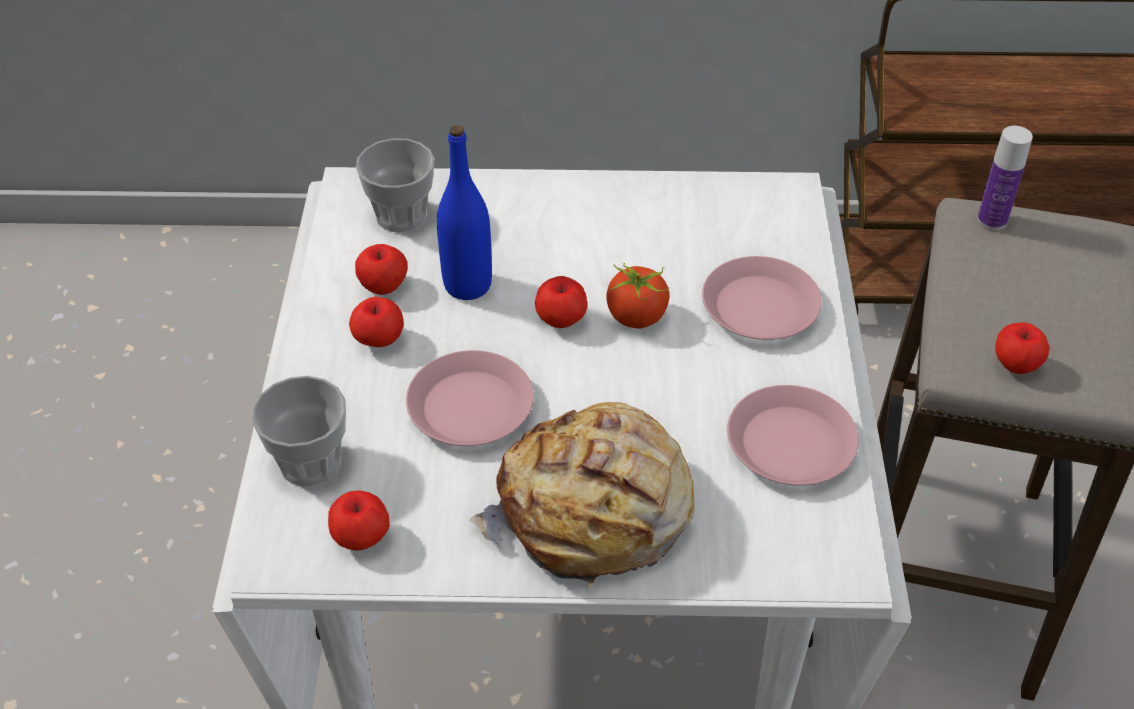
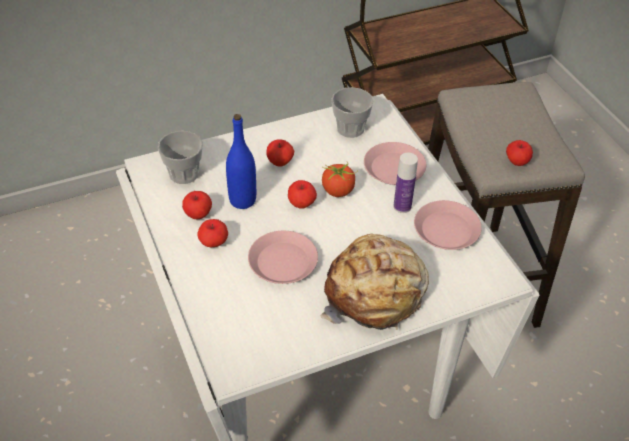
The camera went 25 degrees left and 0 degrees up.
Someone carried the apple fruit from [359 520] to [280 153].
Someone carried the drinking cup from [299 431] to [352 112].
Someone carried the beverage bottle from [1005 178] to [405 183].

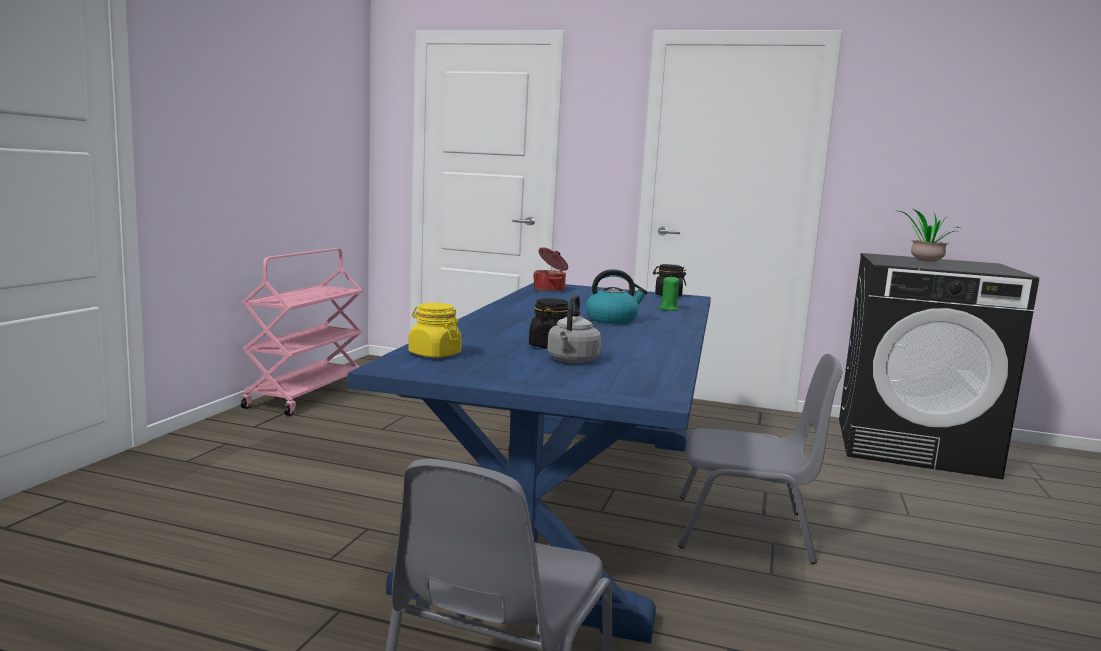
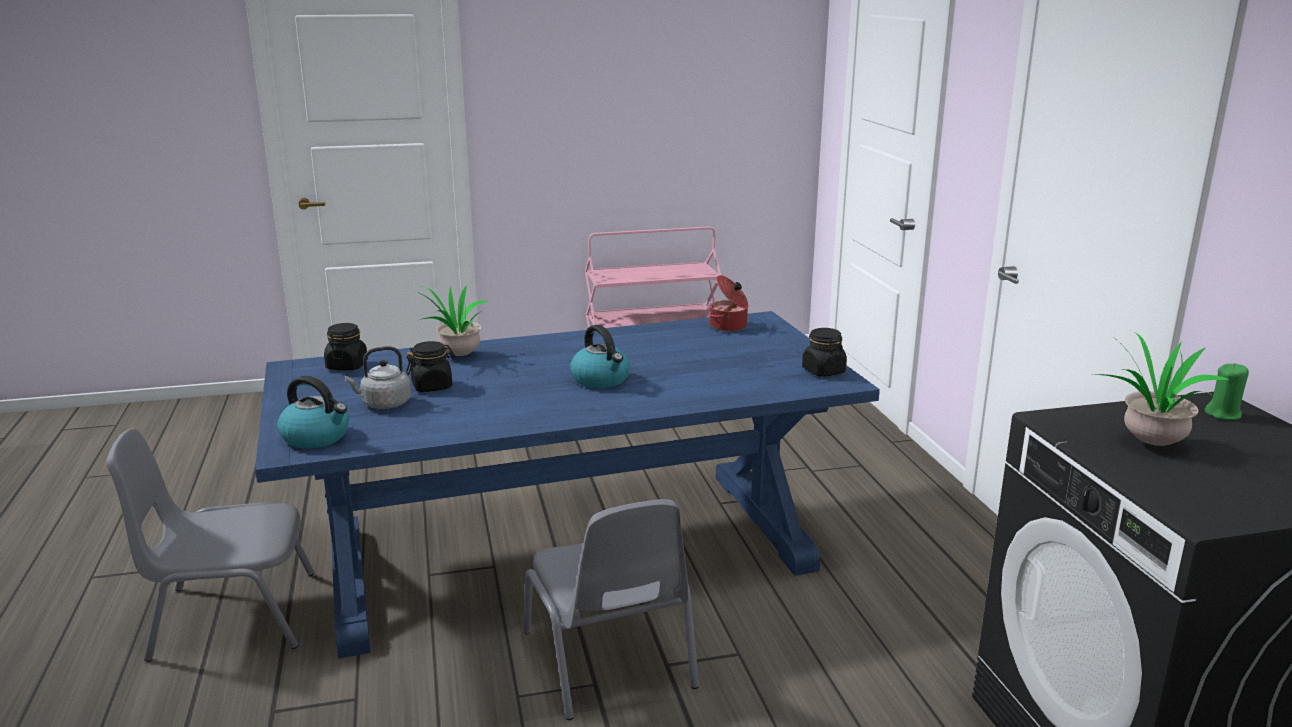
The camera went 60 degrees right and 10 degrees up.
Someone put down the kettle at [313 412].
Someone repainted the yellow-coloured preserve jar at [434 330], which became the black-coloured preserve jar at [346 346].
Someone put down the houseplant at [455 320].
Someone carried the green-coloured wax candle from [669 293] to [1226 391].

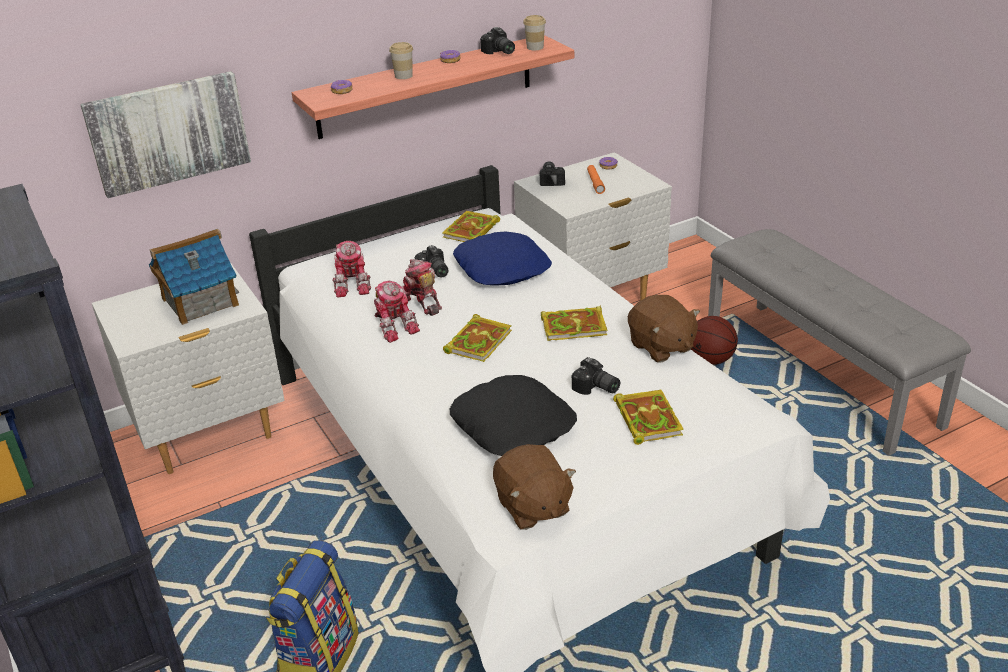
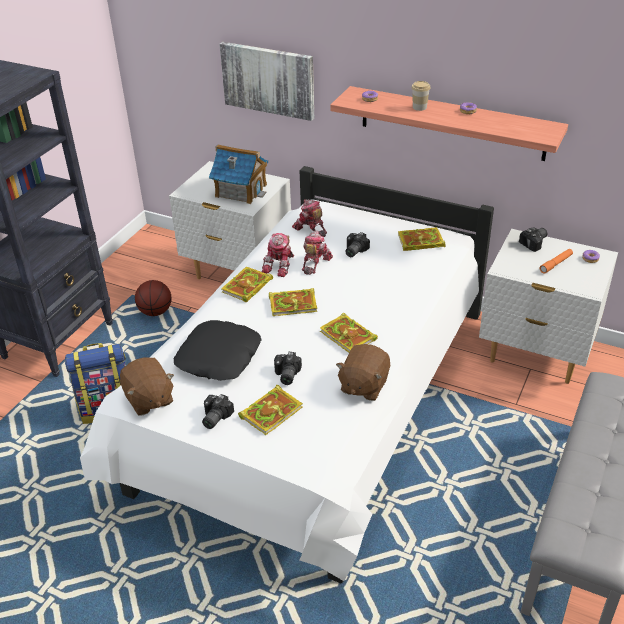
The camera went 55 degrees right and 5 degrees up.
Someone rotated the brown cuddly toy at [534 487] by 60 degrees counterclockwise.
Someone carried the basketball ball from [714 340] to [153 298].
Someone carried the photo camera from [497 40] to [218 411].
Someone put down the volume at [247 284].
Someone rotated the robot figure at [351 269] by 90 degrees clockwise.
Someone took away the bluish pillow at [502 258].
Someone took away the drinking cup at [534 32].

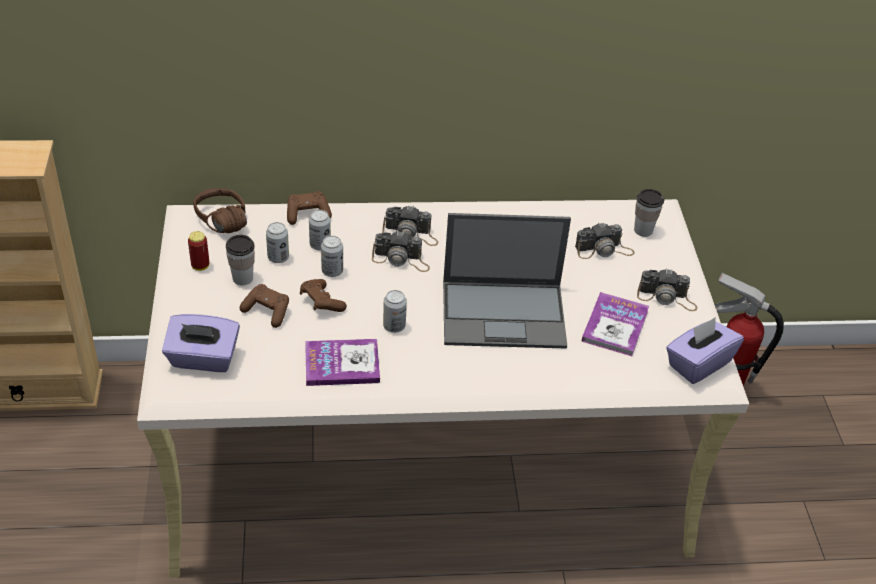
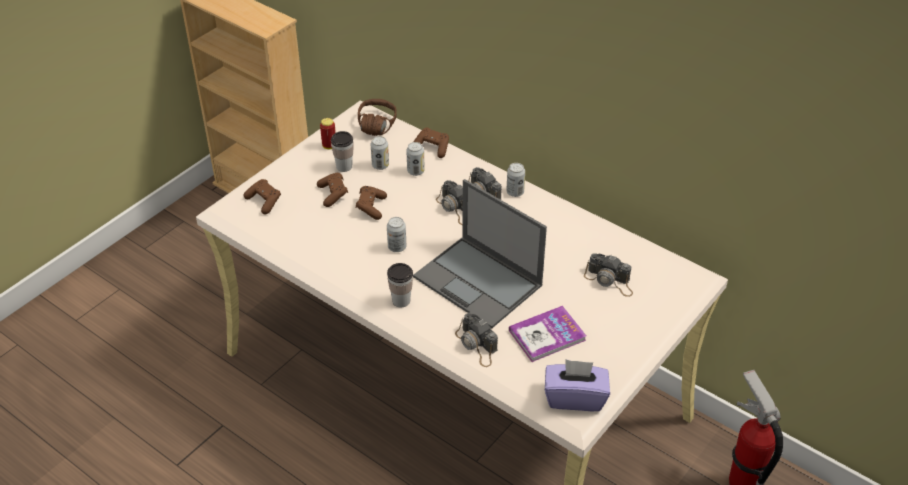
The camera went 45 degrees right and 0 degrees up.
Someone swapped the purple-coloured tissue box at [201 343] for the brown joypad at [262 196].
Someone carried the drinking cup from [649 213] to [400 285].
Someone carried the photo camera from [667 289] to [476 339].
Someone carried the metal can from [332 256] to [516 180].
Someone took away the volume at [342 362].

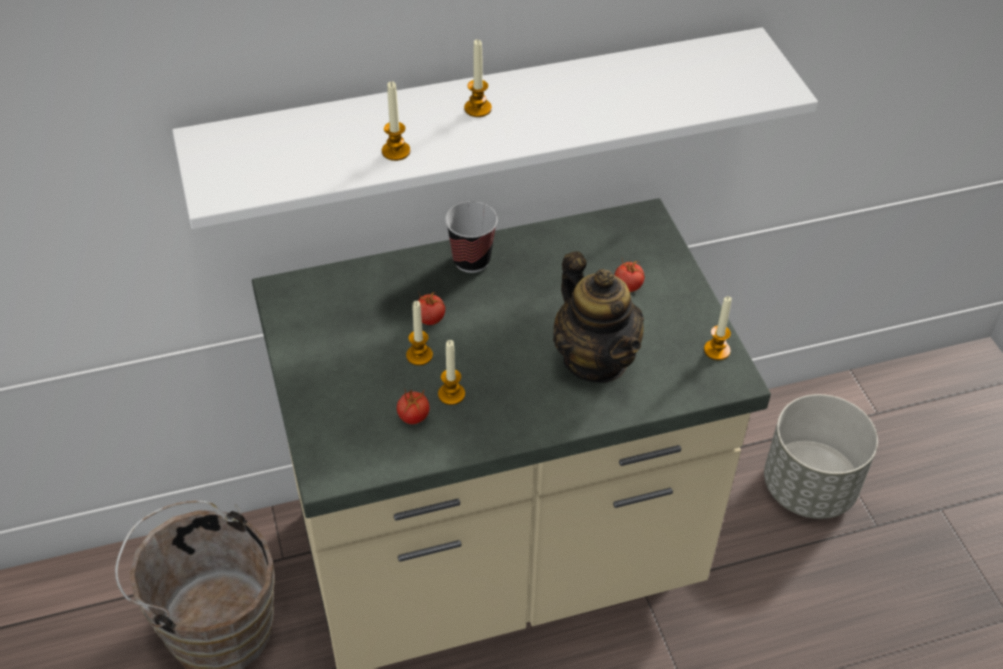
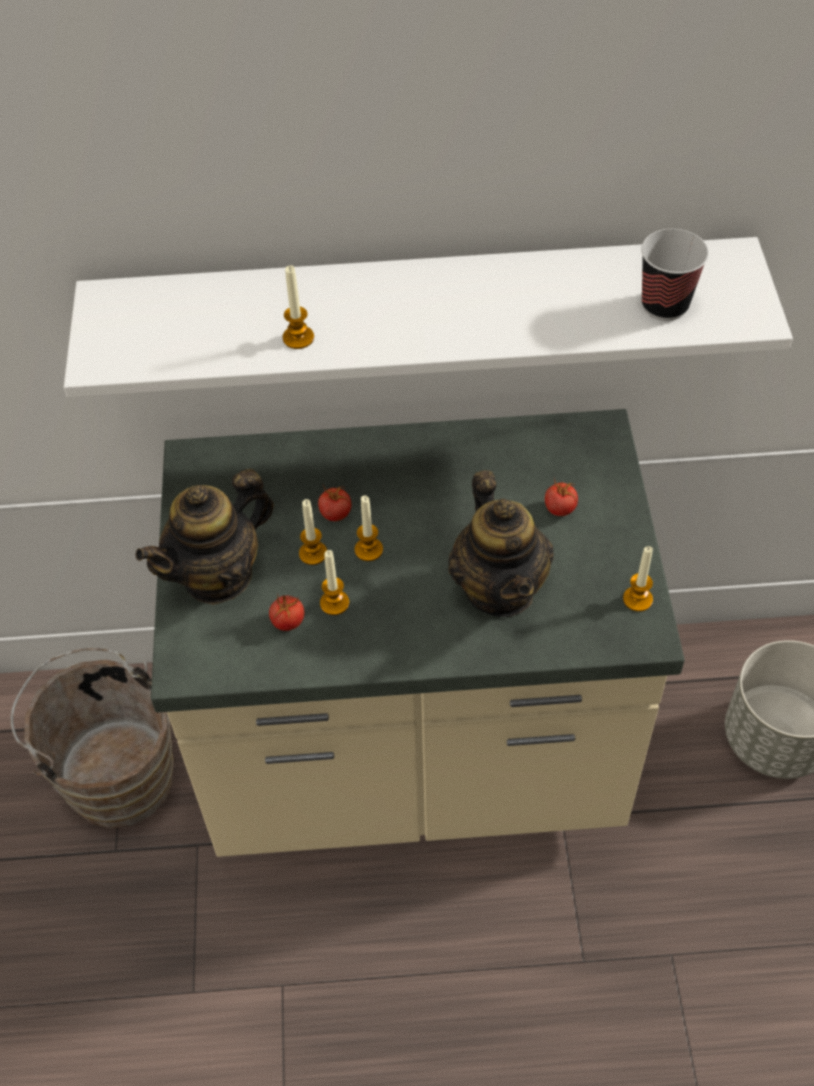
The camera went 15 degrees right and 5 degrees up.
Someone put down the teapot at [204 536].
Someone carried the wax candle from [478 78] to [368 528].
Someone carried the drinking cup from [471 237] to [675 275].

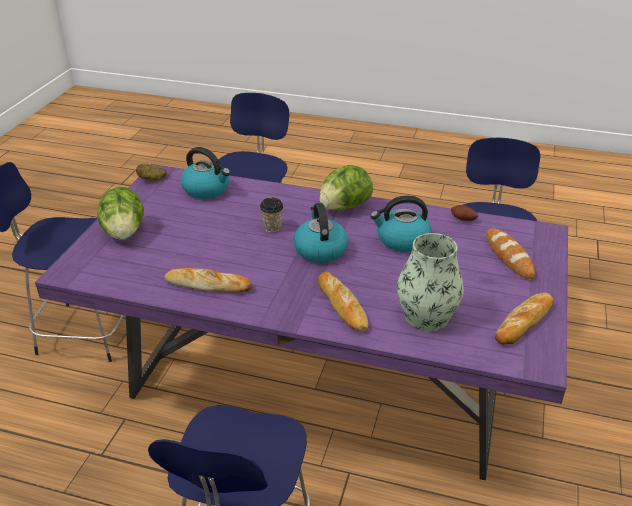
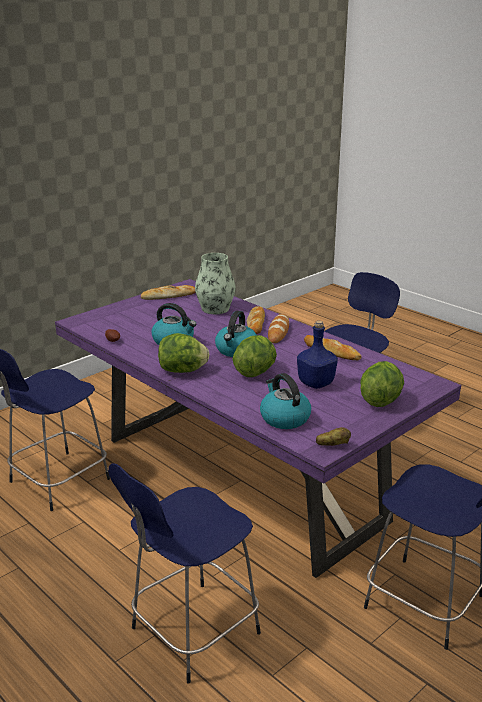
The camera went 150 degrees left and 10 degrees down.
Someone swapped the drinking cup at [271 215] for the lettuce head at [254 356].
Someone carried the baked bread from [510 253] to [278 328].
Someone put down the bluish beverage bottle at [317 355].

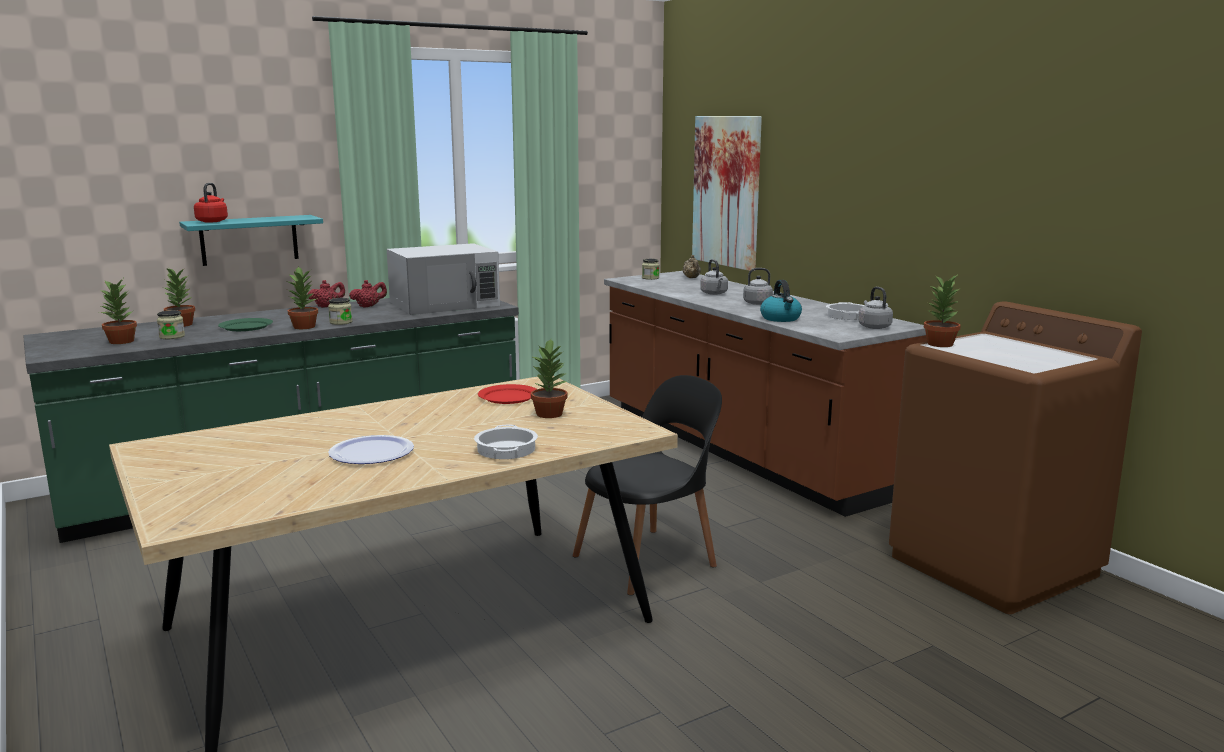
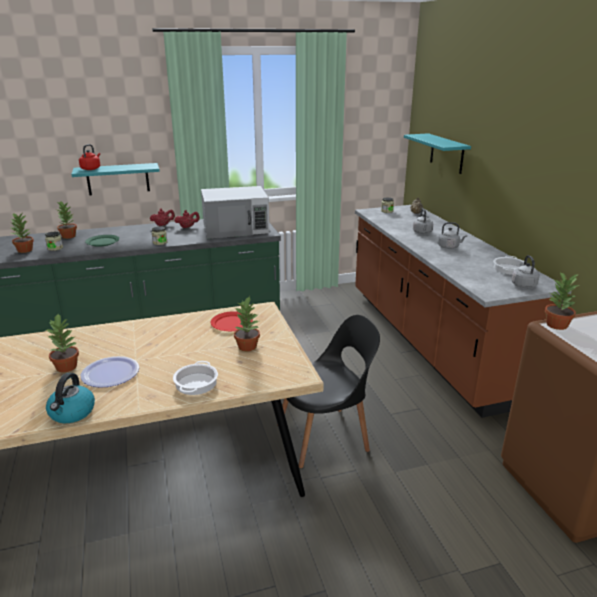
The camera went 15 degrees right and 10 degrees up.
Someone carried the houseplant from [303 297] to [62 343].
Someone carried the kettle from [781 301] to [70 398].
Someone swapped the picture at [727 193] for the turquoise-coloured shelf at [437 153].

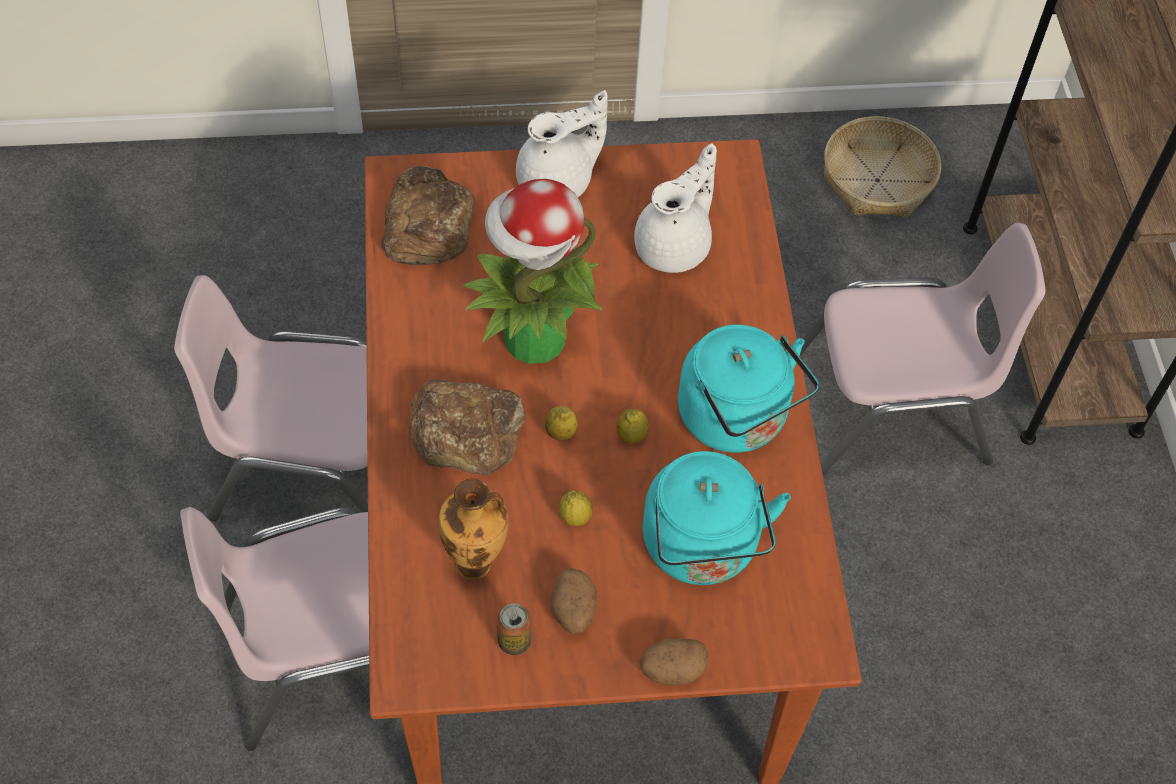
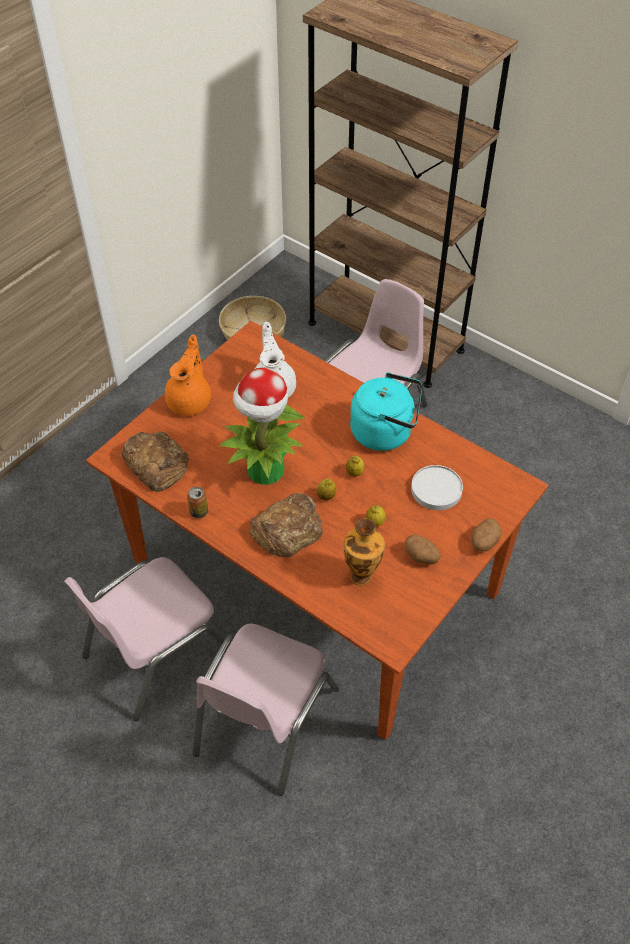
The camera went 45 degrees left and 5 degrees down.
Someone repainted the white teapot at [562 143], which became the orange teapot at [188 375].
Someone carried the metal can from [513 629] to [197 502].
Someone swapped the turquoise-coloured kettle at [717 518] for the white plate at [437 487].

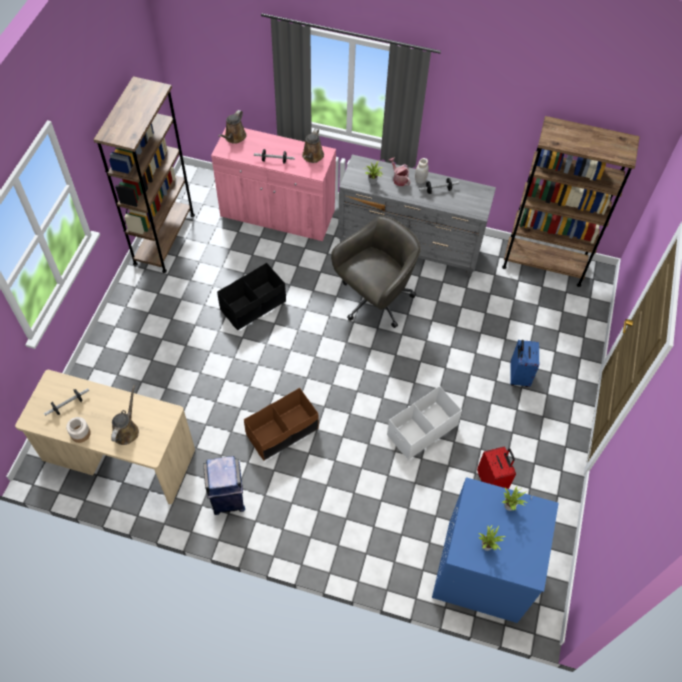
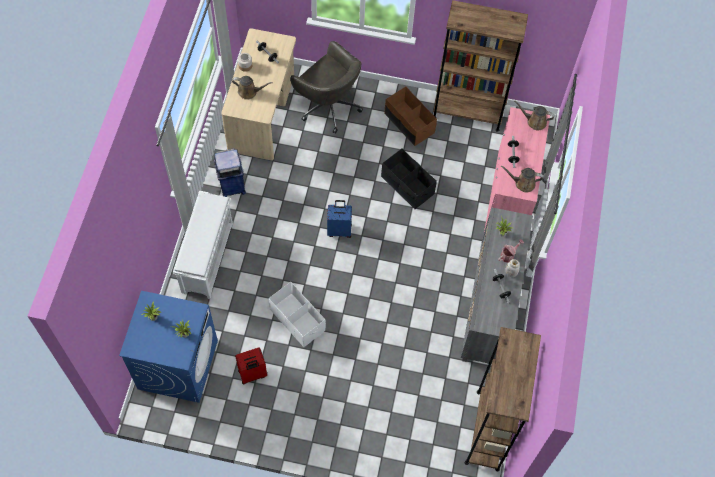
The camera went 85 degrees right and 5 degrees up.
Someone put down the white shoe shelf at [203 245].
Someone carried the gray computer chair from [376 272] to [326 87].
Someone carried the bluish travel case from [524 363] to [339 219].
Someone carried the brown storage bin from [281 424] to [411 116].

